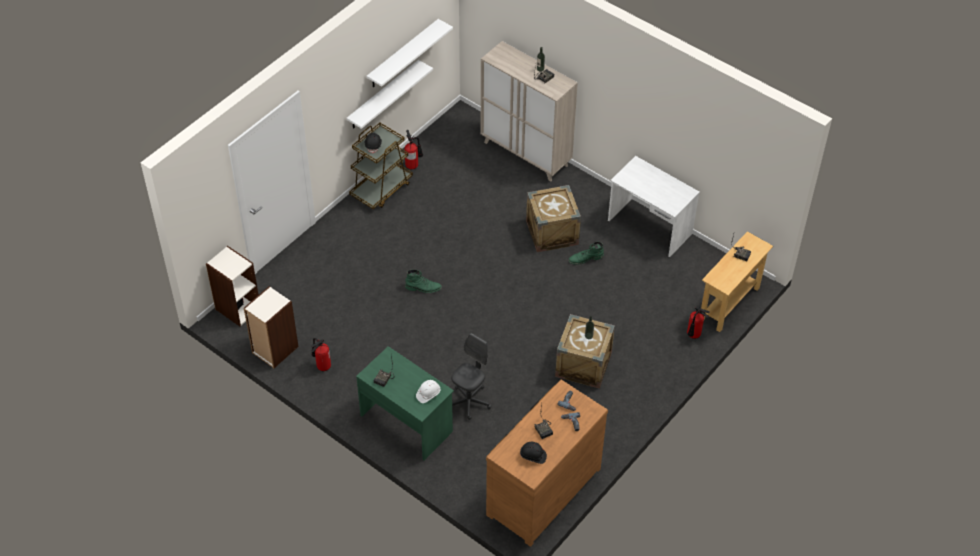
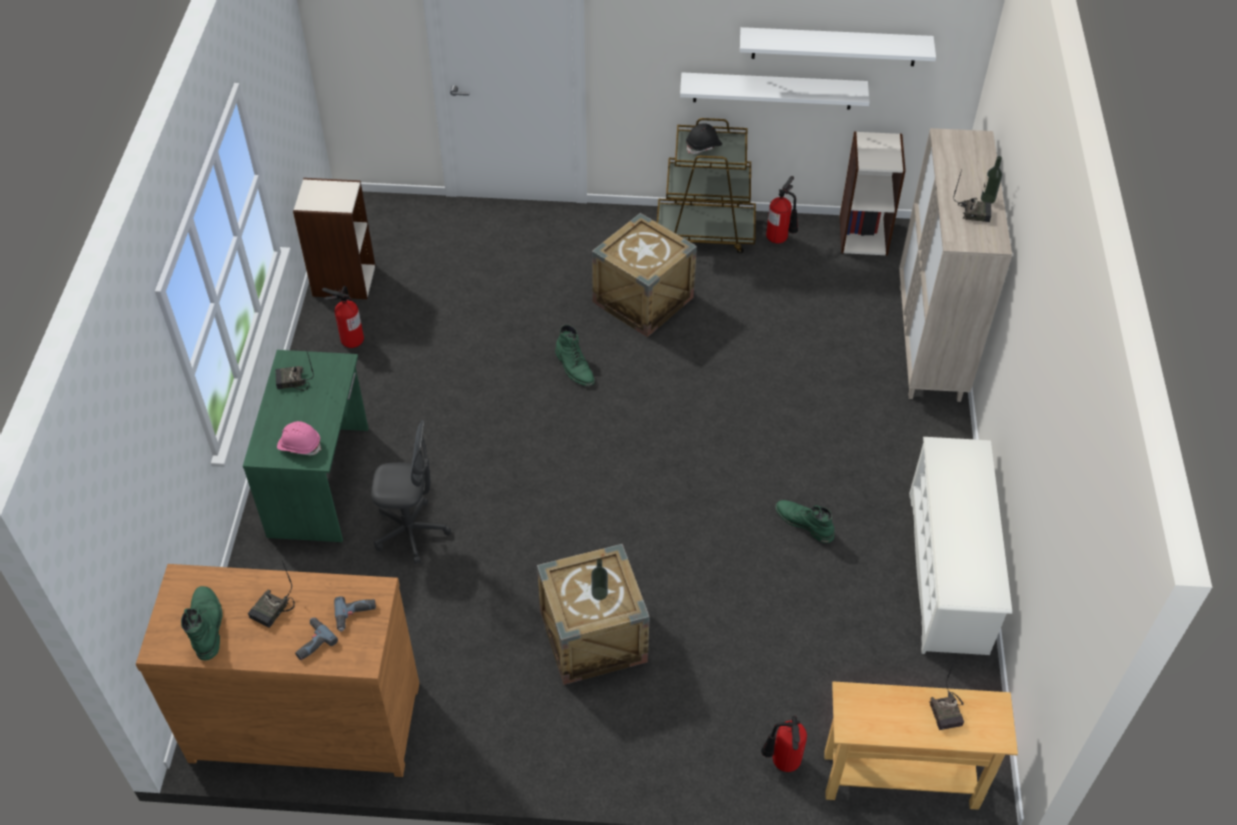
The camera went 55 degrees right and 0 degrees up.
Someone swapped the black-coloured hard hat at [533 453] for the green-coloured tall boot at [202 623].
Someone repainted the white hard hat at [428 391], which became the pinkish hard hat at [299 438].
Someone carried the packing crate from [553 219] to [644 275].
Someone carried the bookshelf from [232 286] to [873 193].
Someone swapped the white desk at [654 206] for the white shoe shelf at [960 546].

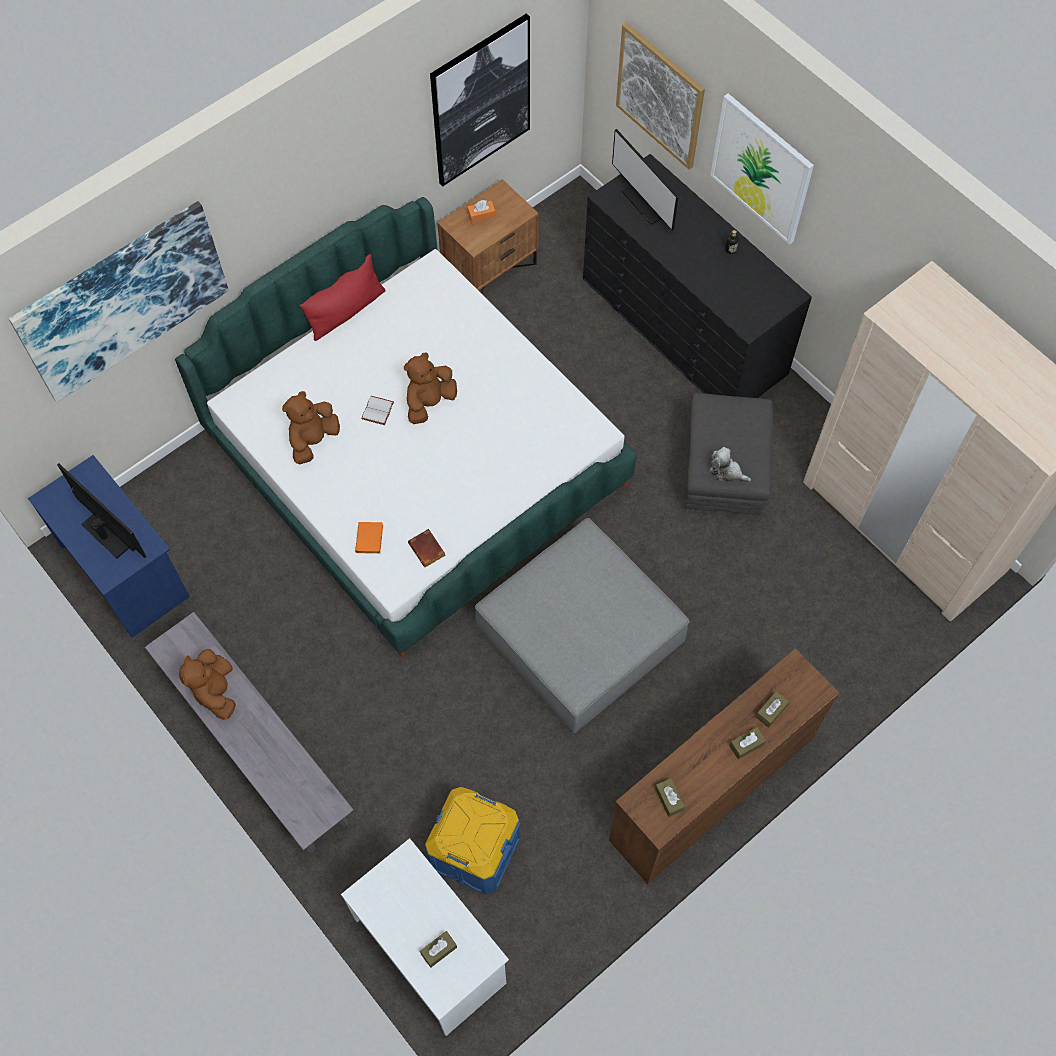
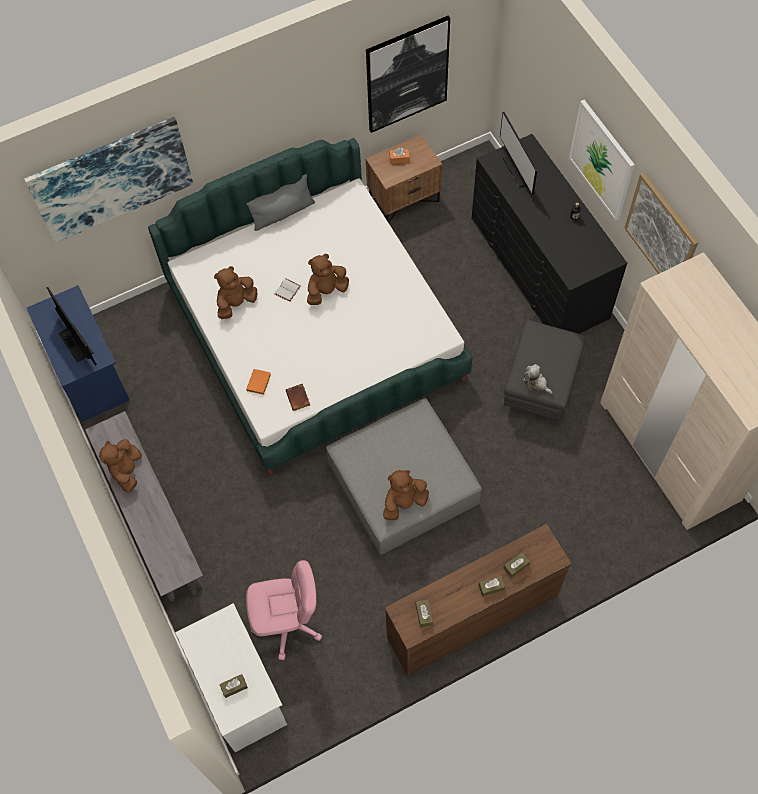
The camera went 15 degrees right and 0 degrees up.
Someone repainted the red pillow at [342 297], which became the gray pillow at [280 202].
Someone swapped the bluish storage bin at [472 840] for the pinkish computer chair at [284 610].
Someone put down the brown cuddly toy at [406 495].
Someone carried the picture from [660 96] to [661 223].

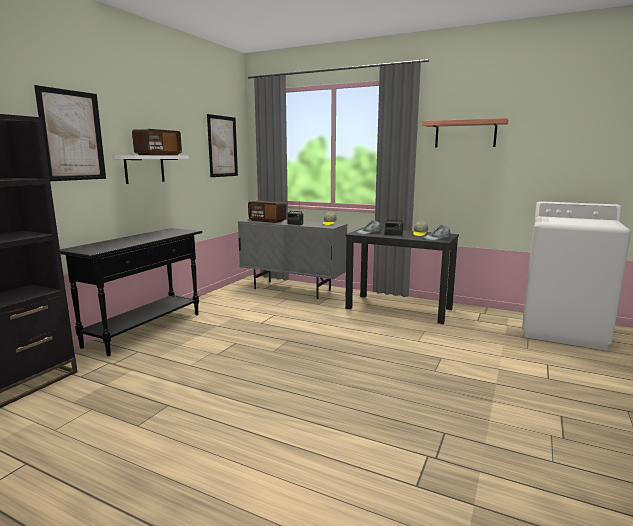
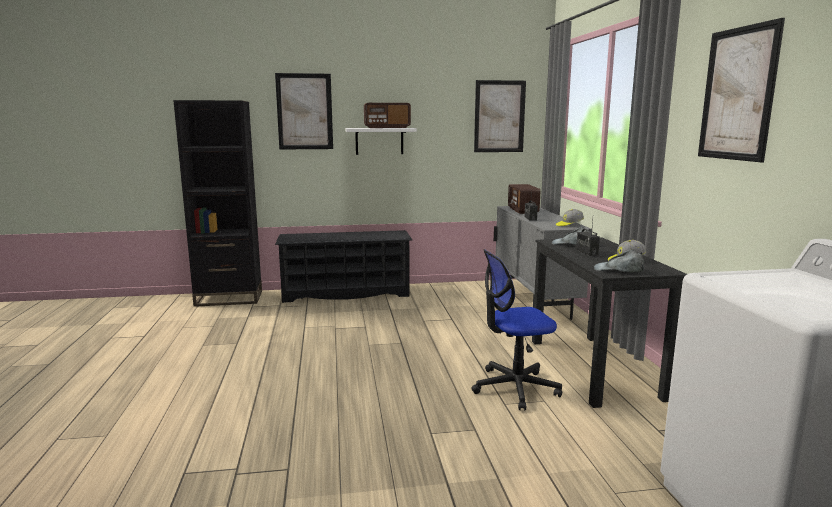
The camera went 55 degrees right and 0 degrees up.
Someone swapped the black-coloured narrow table at [131 292] for the black-coloured shoe shelf at [343 266].
Someone put down the computer chair at [516 330].
Someone swapped the shelf at [465 133] for the picture at [741 90].

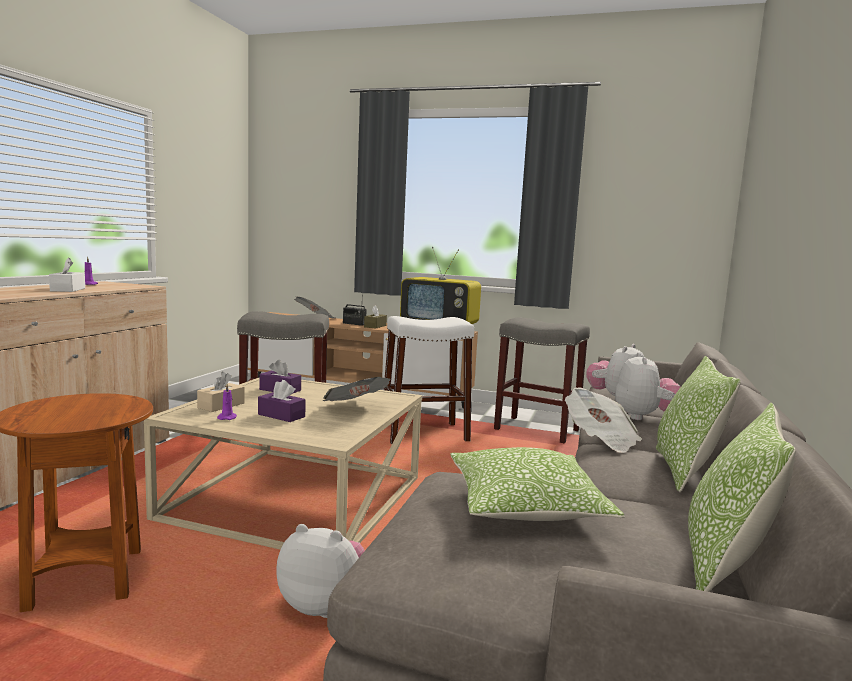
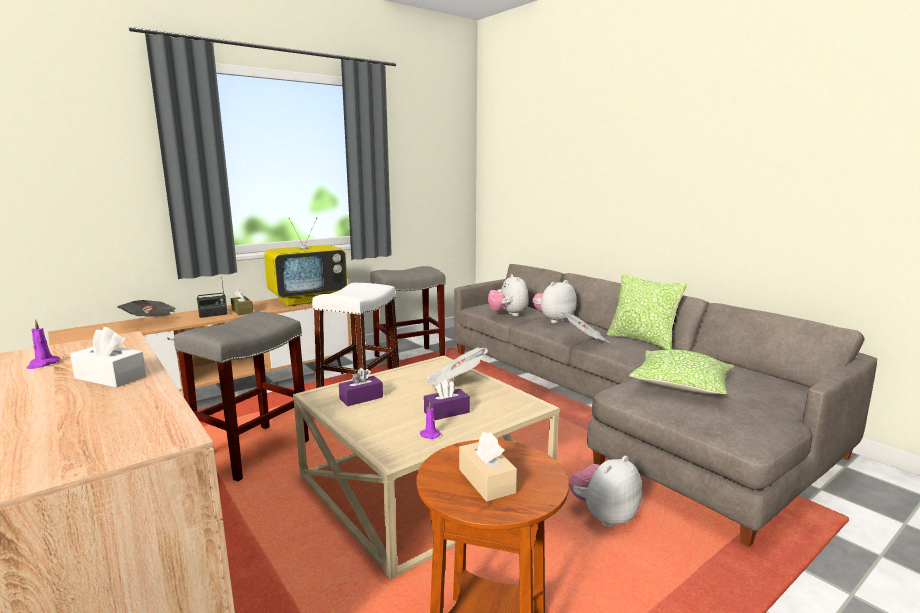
The camera went 55 degrees left and 5 degrees up.
Someone carried the beige-coloured tissue box from [220 392] to [488 467].
Someone rotated the cuddly toy at [648 386] by 75 degrees counterclockwise.
Someone took away the pillow at [742 497].

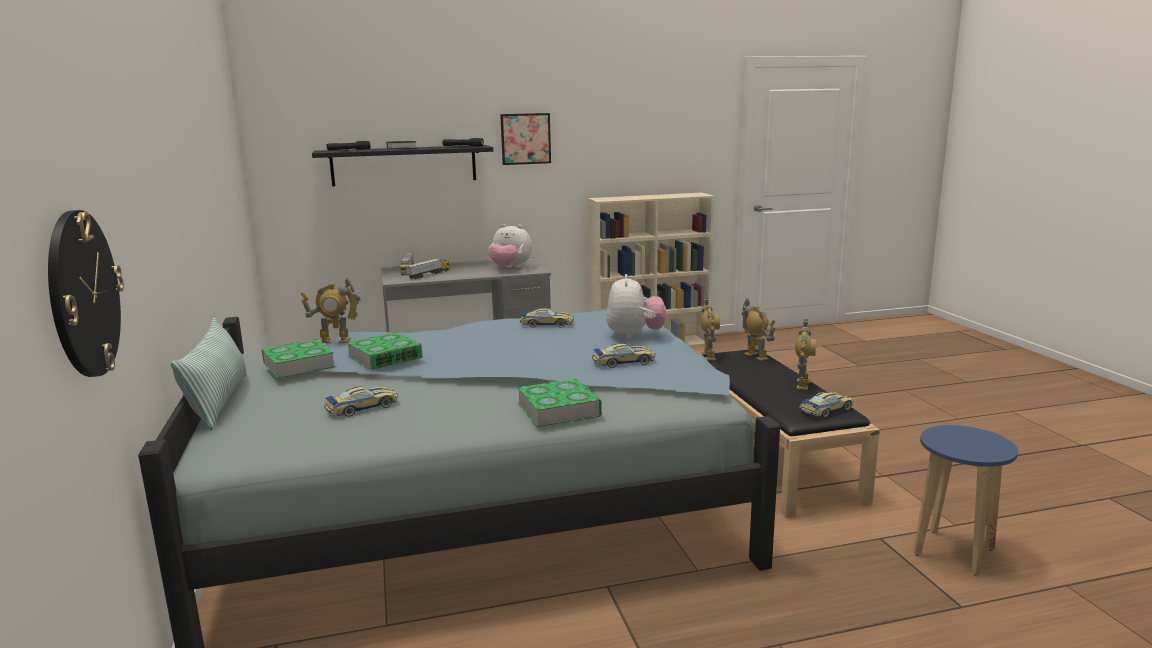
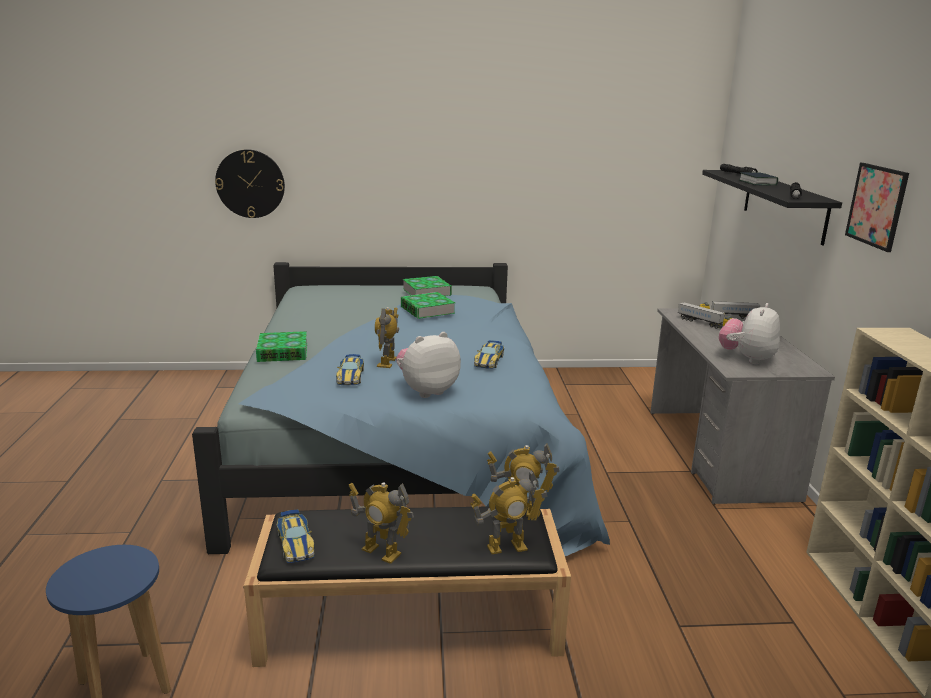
The camera went 100 degrees right and 5 degrees up.
Someone carried the robot figure from [330 310] to [387 337].
Someone rotated the cuddly toy at [636 306] by 135 degrees clockwise.
Someone took away the pillow at [209 374].
Someone took away the model car at [361 401].

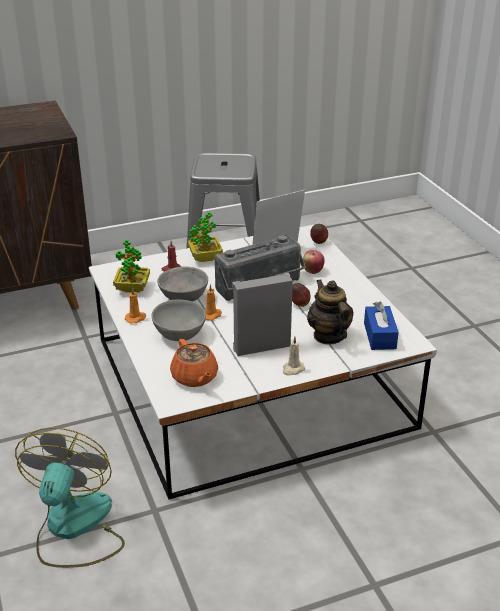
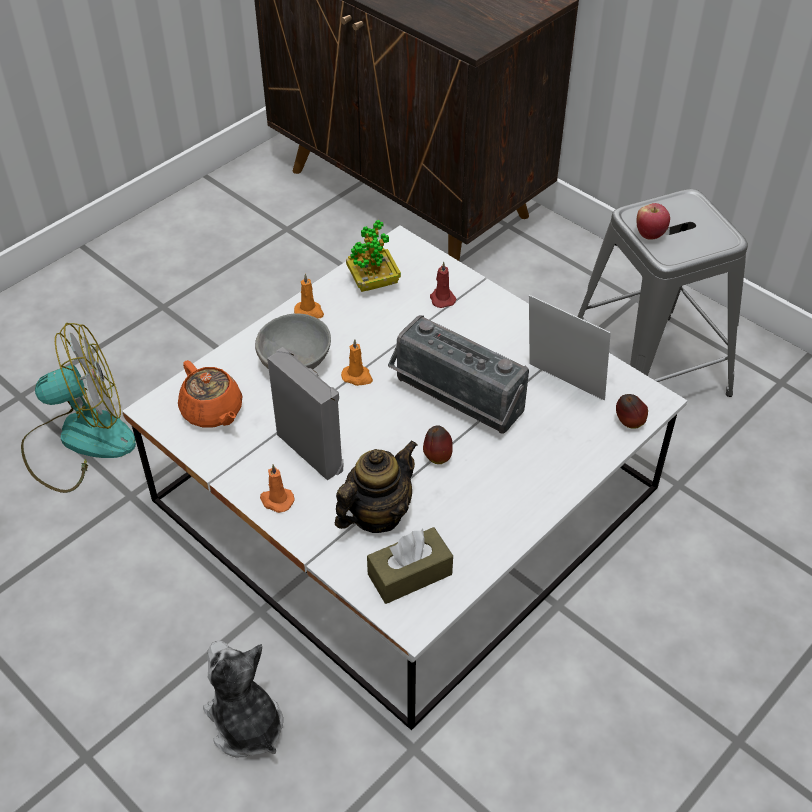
The camera went 65 degrees right and 15 degrees up.
Someone rotated the orange teapot at [194 363] by 75 degrees counterclockwise.
Someone put down the cuddly toy at [243 699].
Someone repainted the beige-coloured wax candle at [294 355], which became the orange wax candle at [277 489].
Someone repainted the bluish tissue box at [381 325], which became the brown tissue box at [410 565].
Someone carried the apple fruit from [314 262] to [653 221].
Someone took away the gray bowl at [182 284].
Someone took away the houseplant at [205 237].

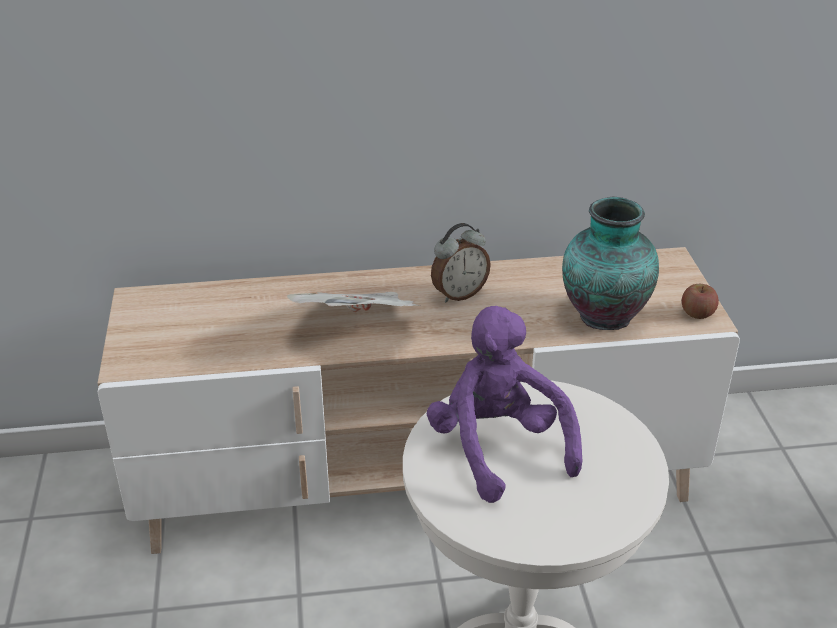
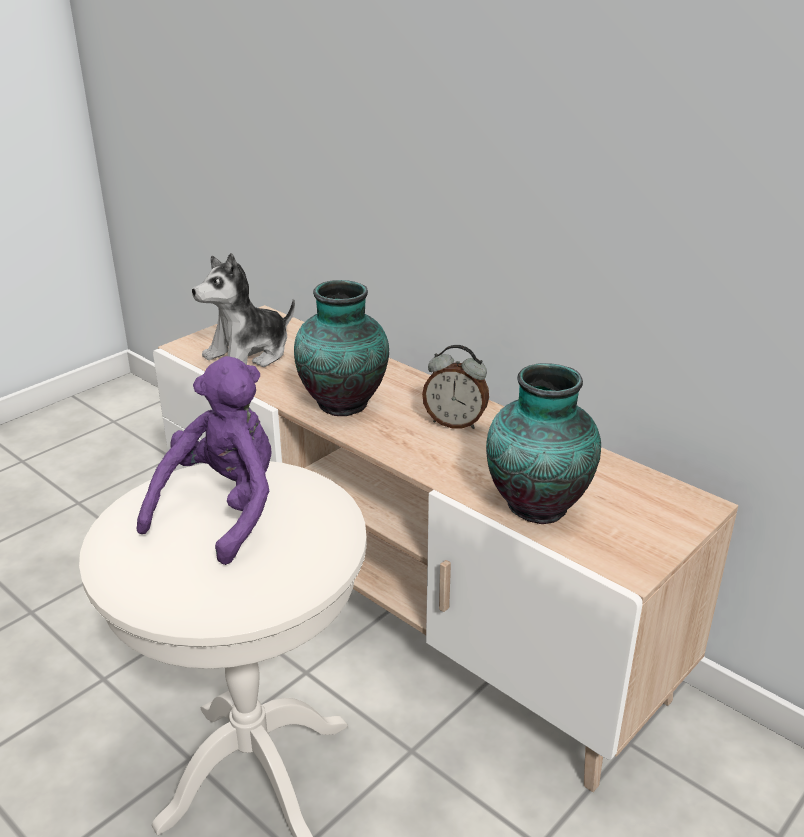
The camera went 50 degrees right and 5 degrees down.
Someone put down the cuddly toy at [243 310].
Someone swapped the newspaper at [353 302] for the decorative vase at [341 348].
Someone took away the apple fruit at [700 301].

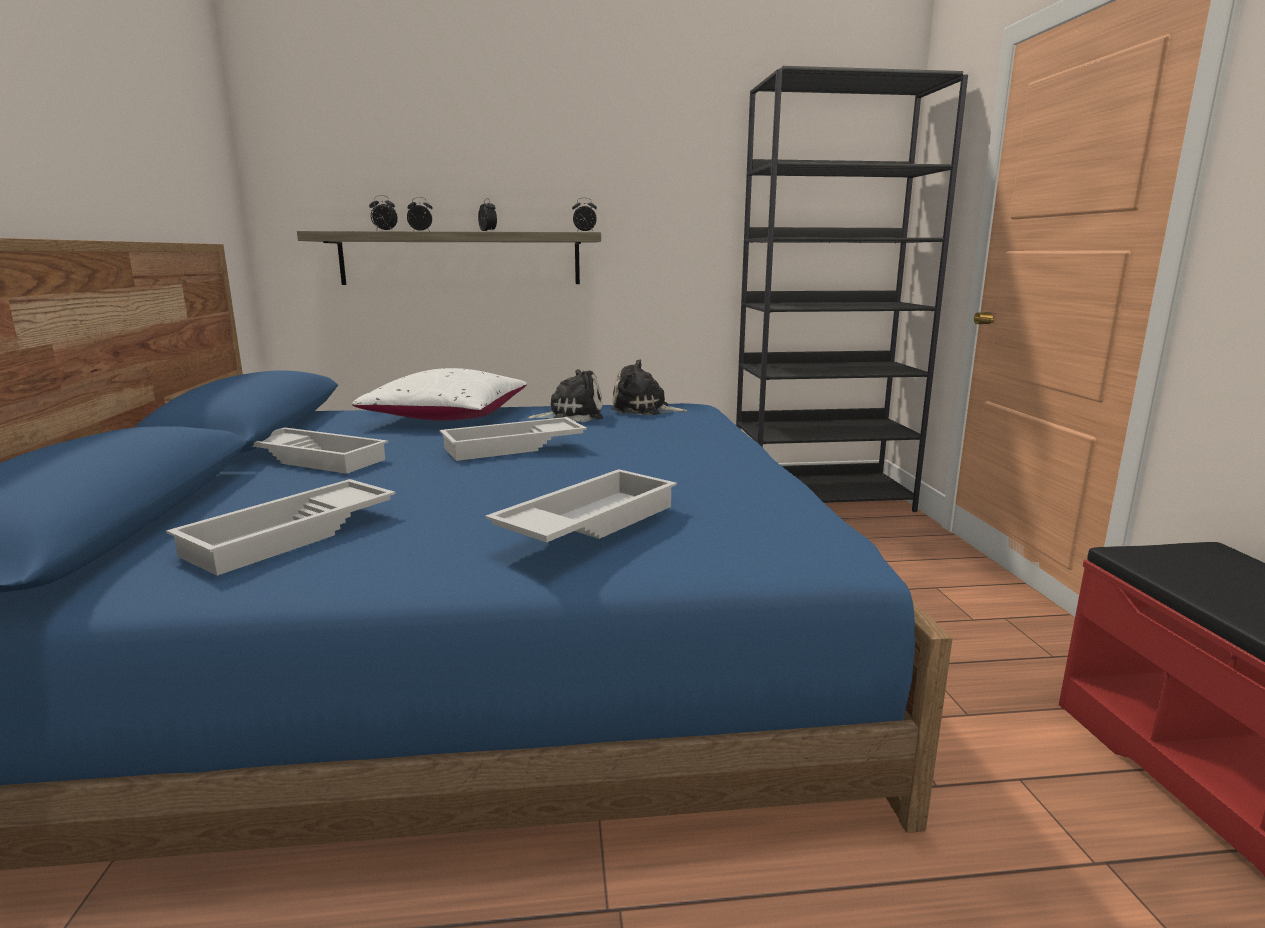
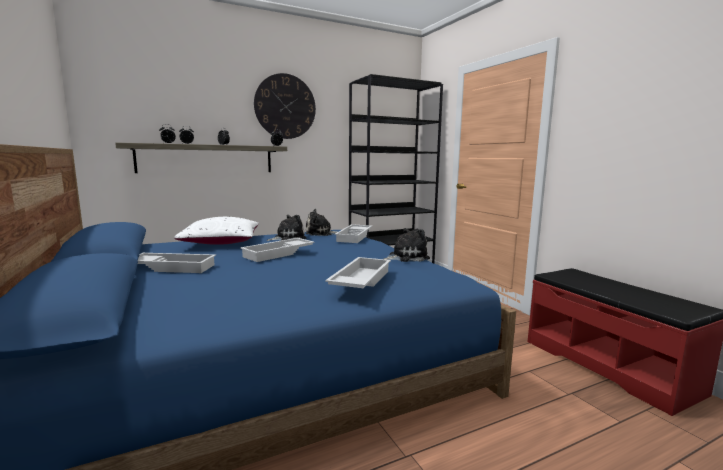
The camera went 20 degrees left and 5 degrees down.
Someone put up the hanging clock at [285 106].
Someone carried the white serving tray from [281 527] to [353 233].
Someone put down the cuddly toy at [407 245].

